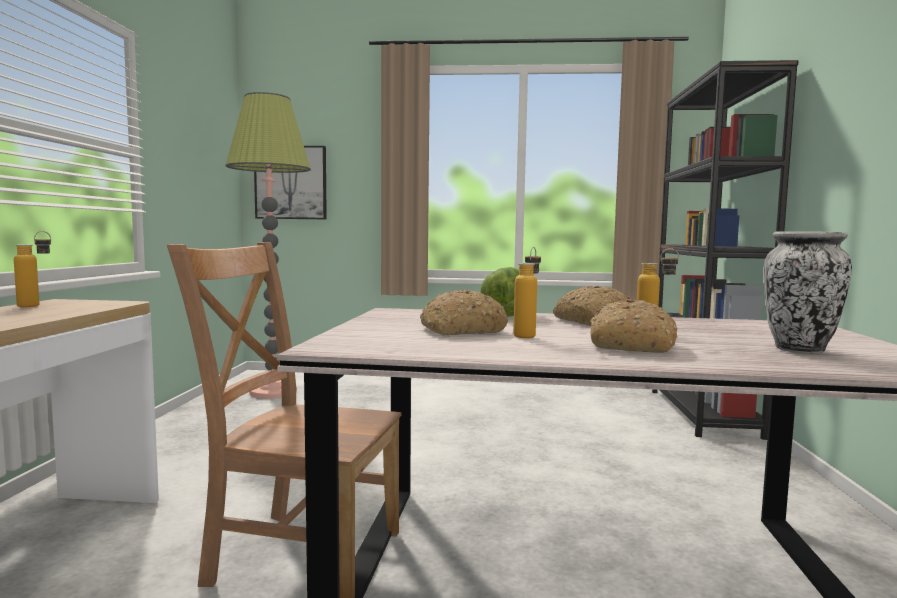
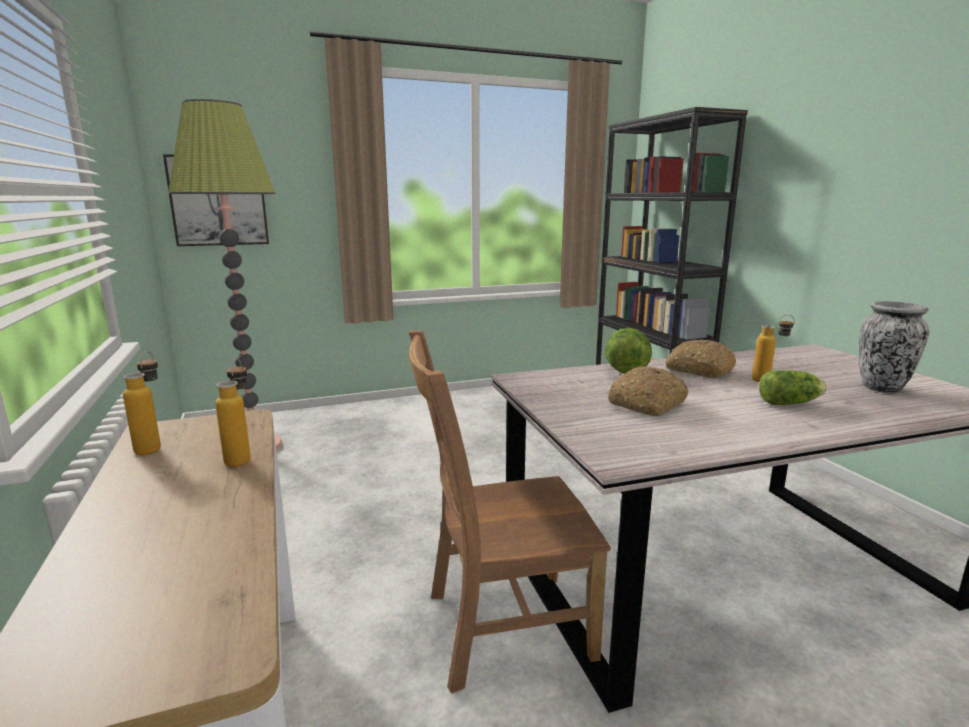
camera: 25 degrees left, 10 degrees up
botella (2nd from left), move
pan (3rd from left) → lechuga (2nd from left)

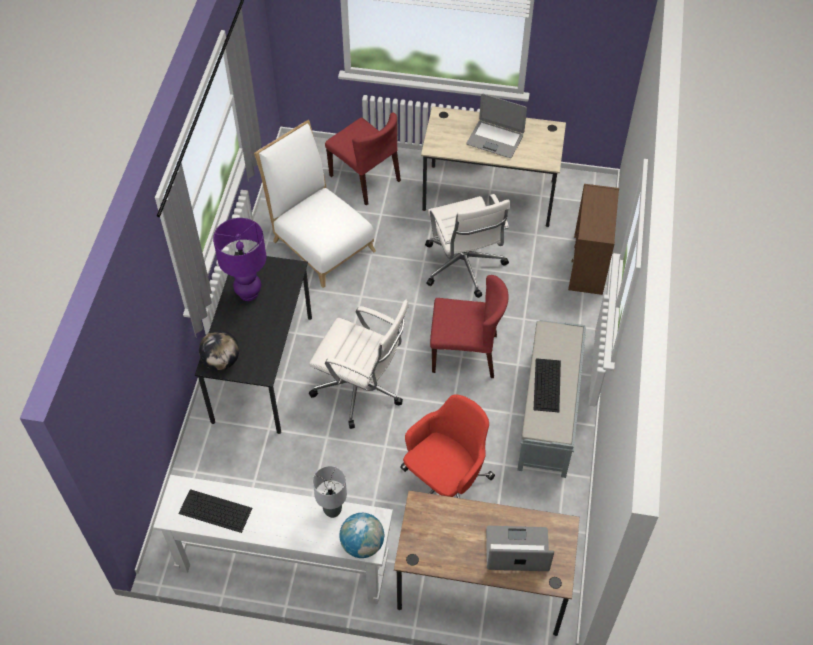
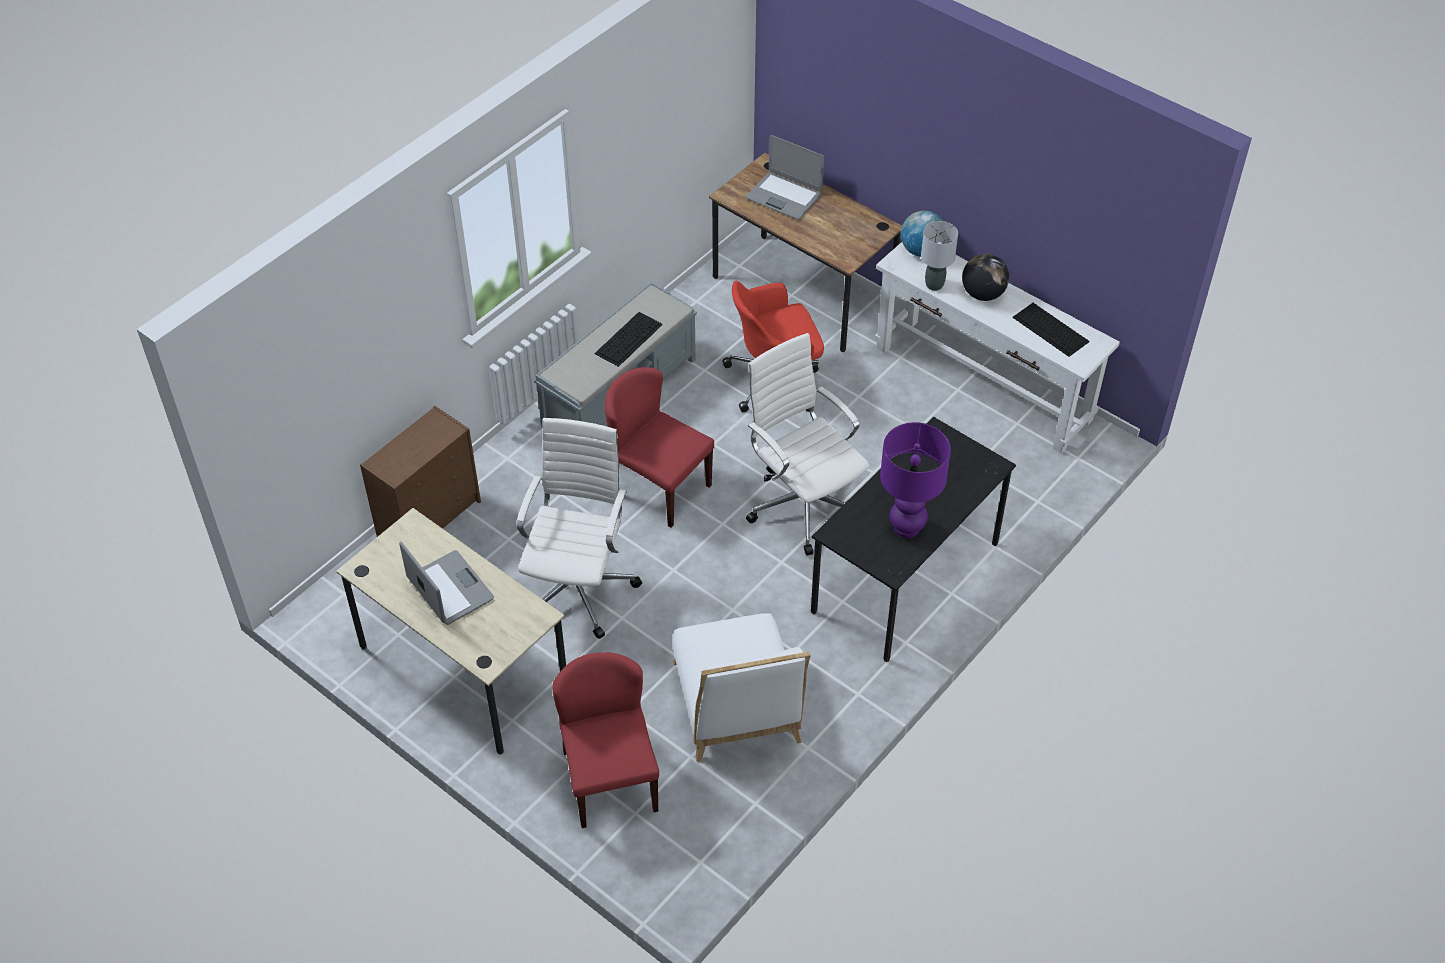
camera: 150 degrees left, 5 degrees down
globo terráqueo (1st from left in the first image) → globo terráqueo (2nd from left), move

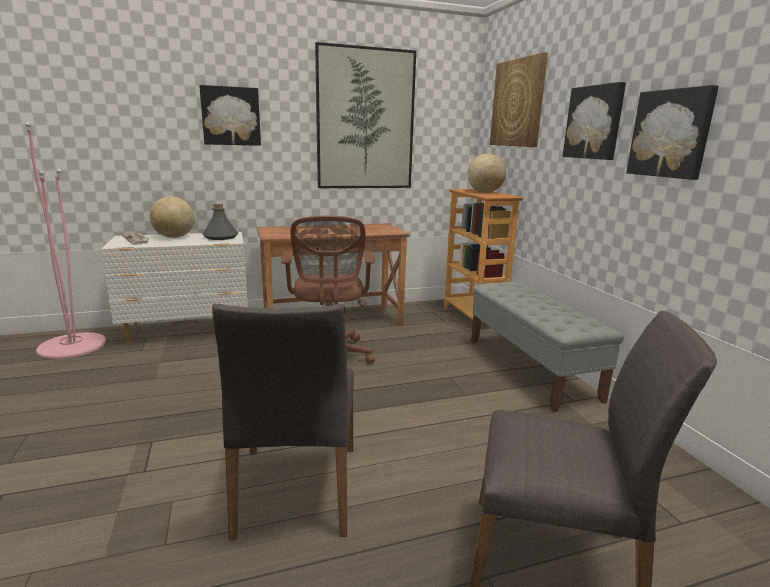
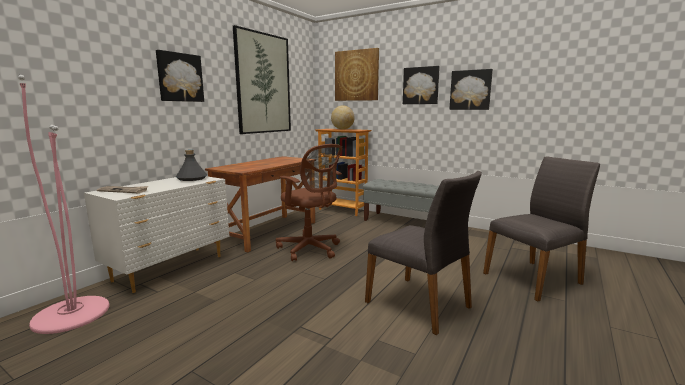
camera: 40 degrees left, 5 degrees down
globo terráqueo (1st from left) → -

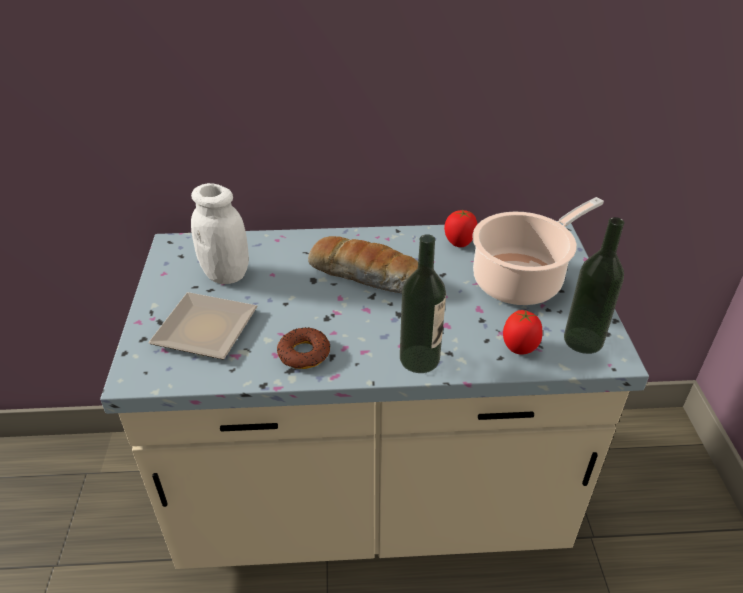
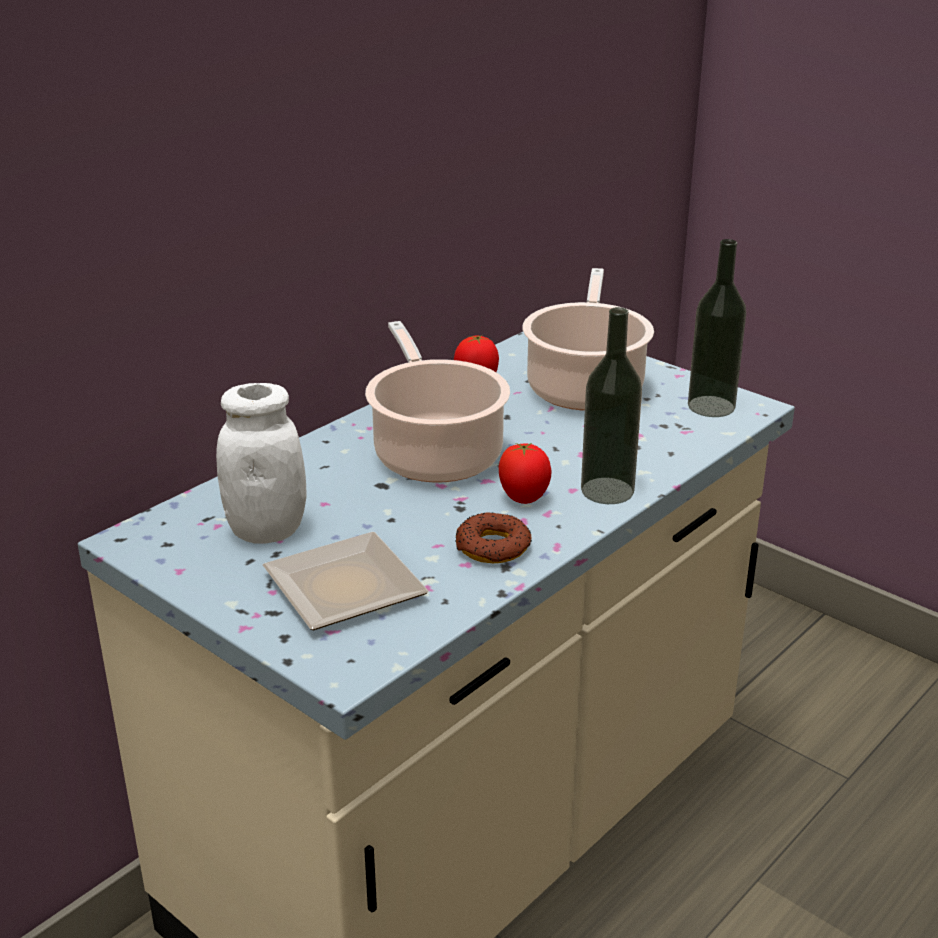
camera: 45 degrees left, 10 degrees down
tomate (2nd from left), move
pan → olla (1st from left)

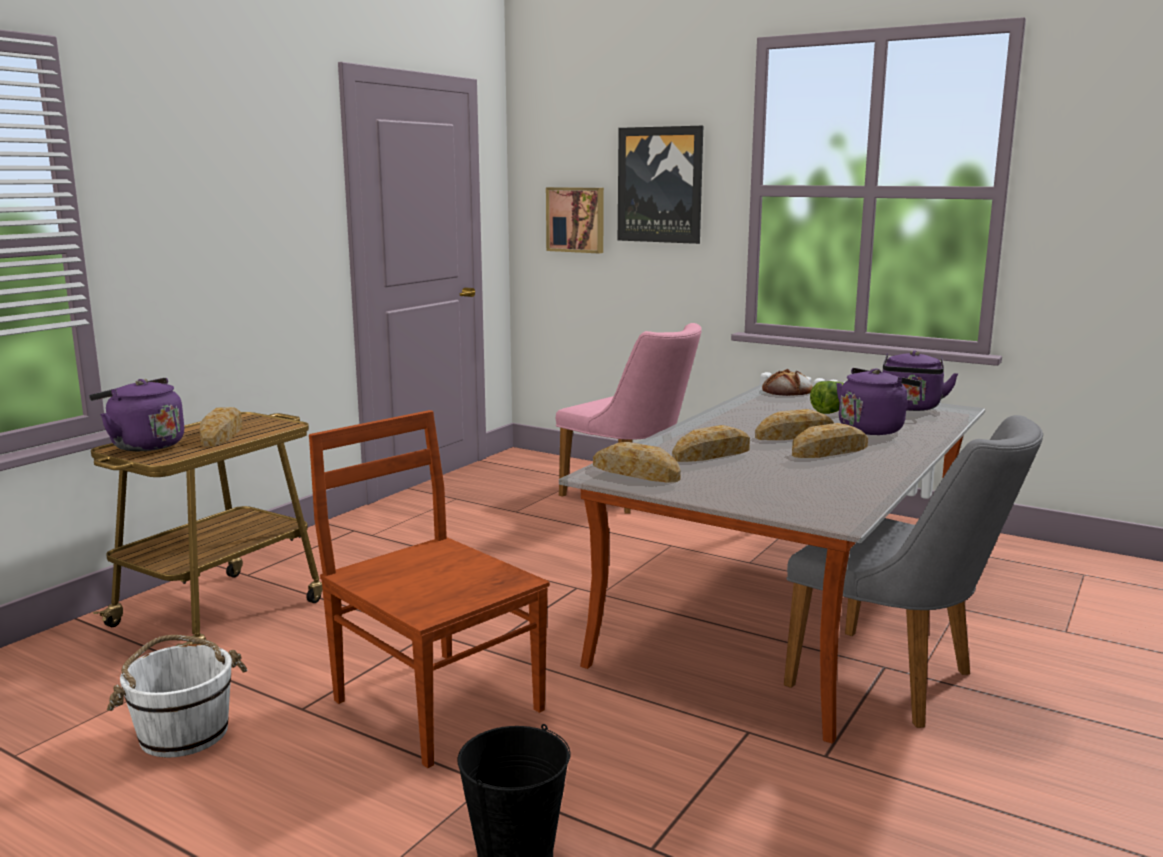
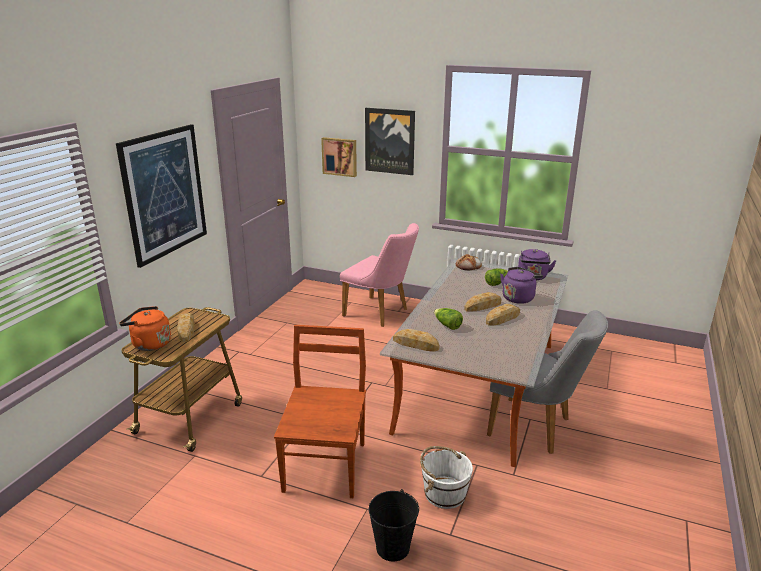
camera: 10 degrees left, 10 degrees up
- → cuadro (1st from left)
cubo/blanco, move
pan (3rd from left) → lechuga (1st from left)
hervidor/morado (1st from left) → hervidor/naranja
silla/marrón, 60 degrees clockwise

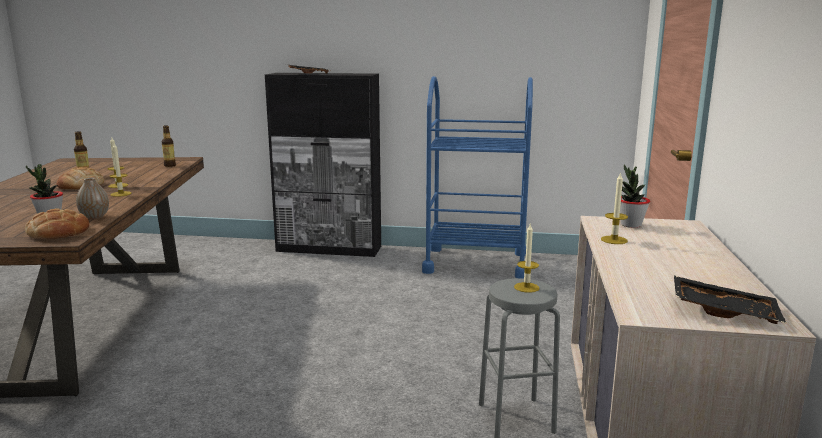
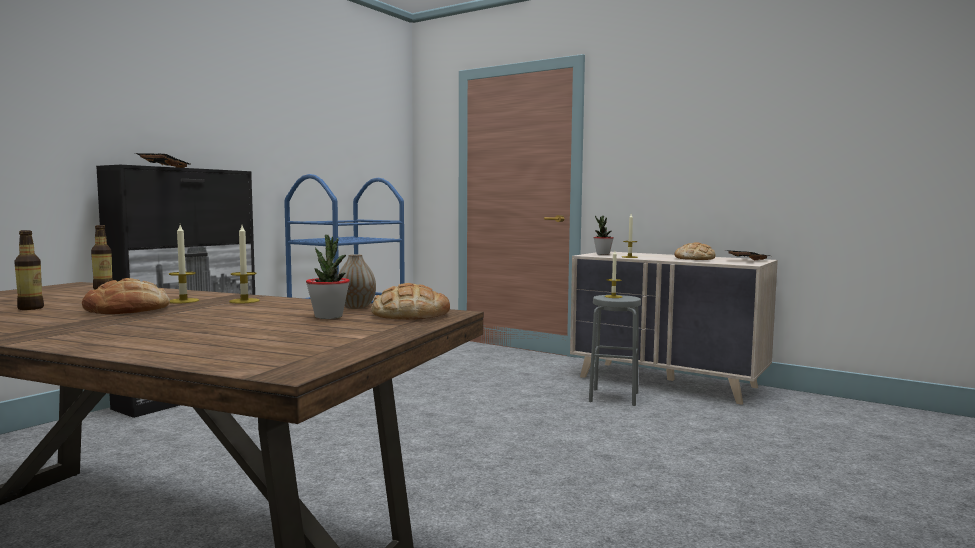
camera: 65 degrees left, 10 degrees down
- → pan (3rd from left)

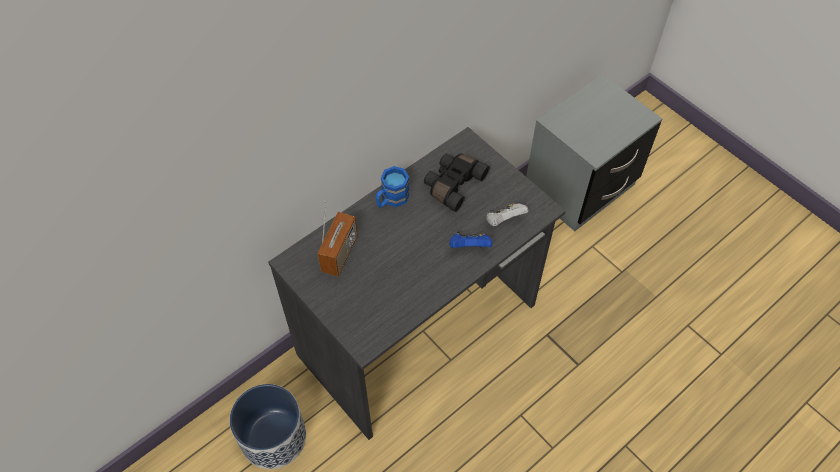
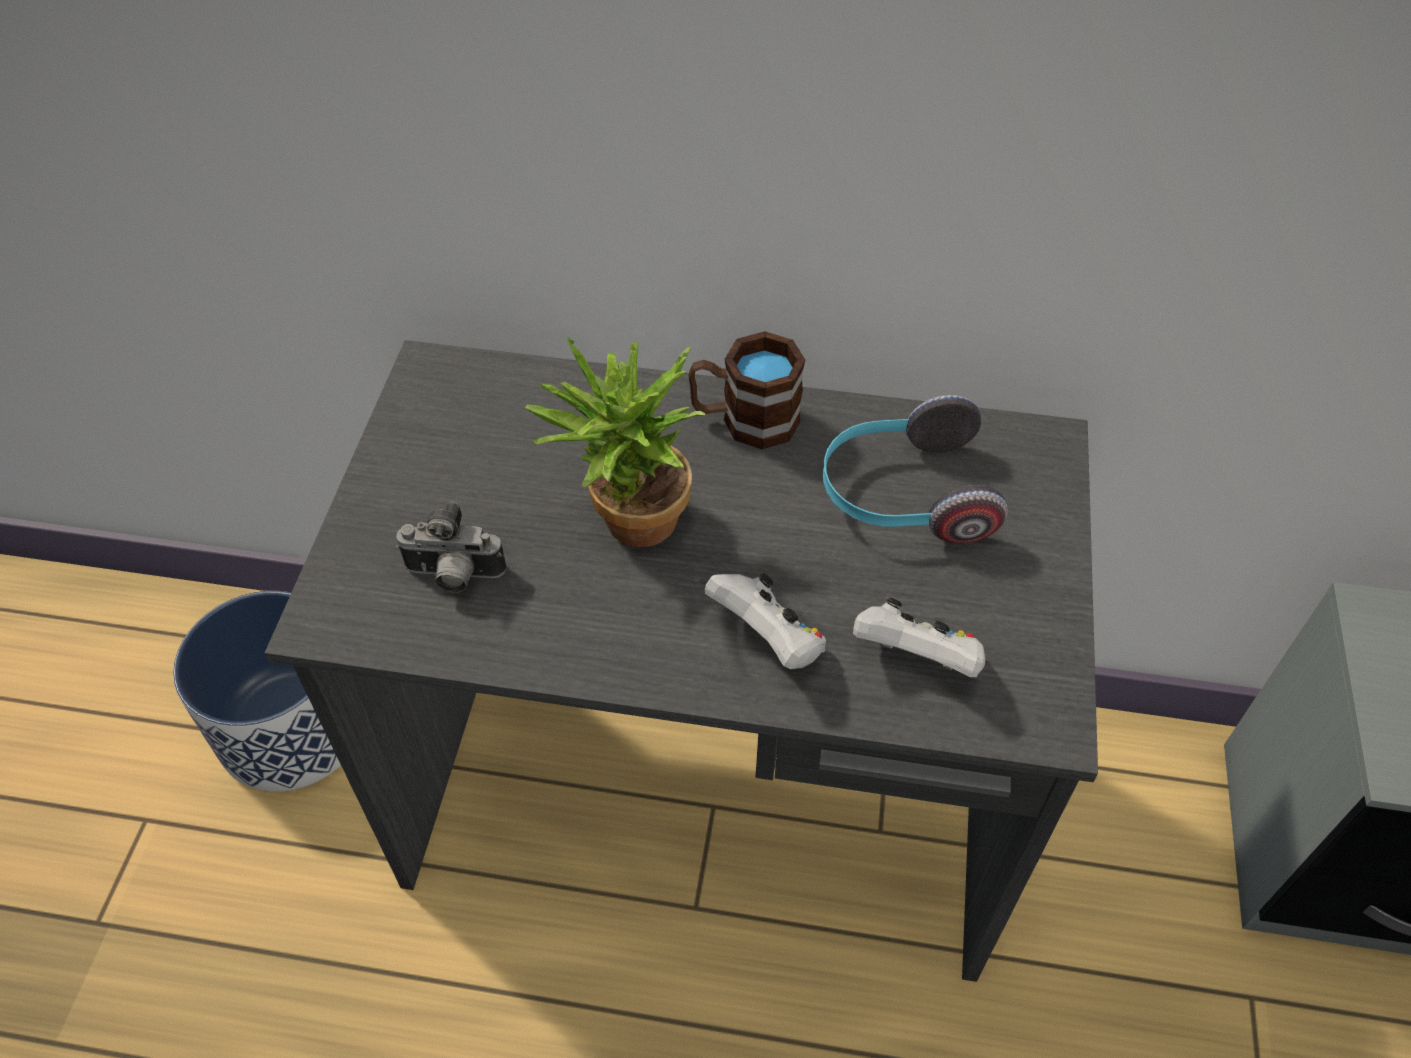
camera: 50 degrees right, 5 degrees down
radio → -
- → cámara
- → planta en maceta
prismáticos/negro → auriculares
taza grande/azul → taza grande/marrón
mando de consola/azul → mando de consola/blanco (1st from left)

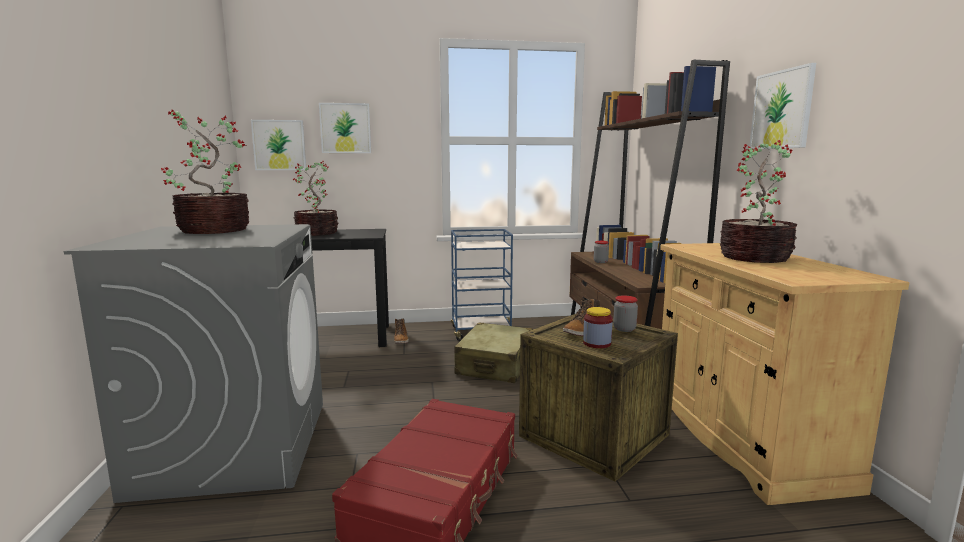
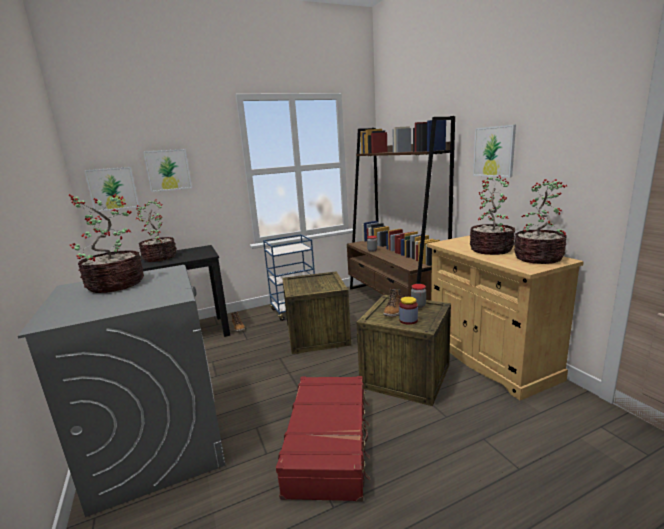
camera: 15 degrees left, 5 degrees up
- → planta en maceta (4th from left)
maleta/beis → caja de embalaje (1st from left)

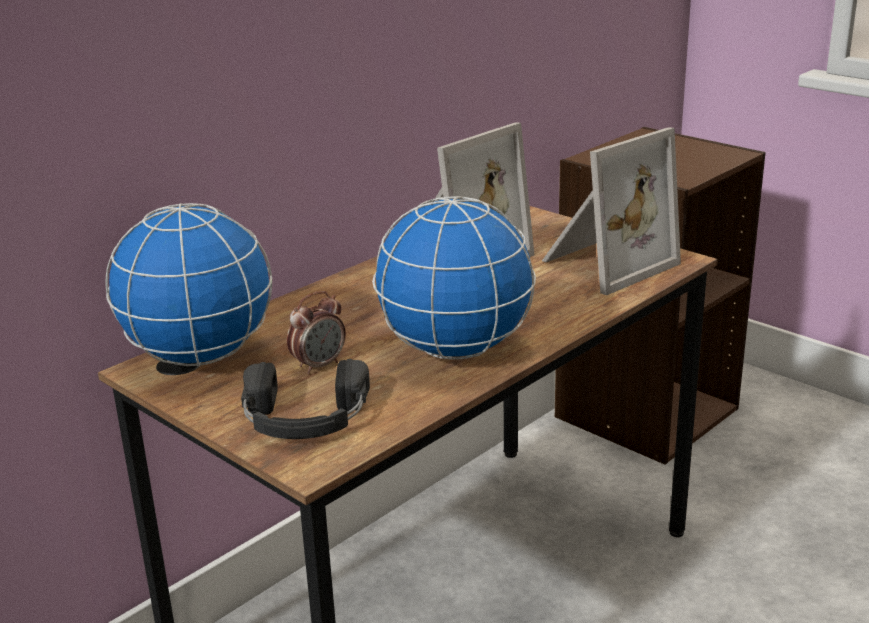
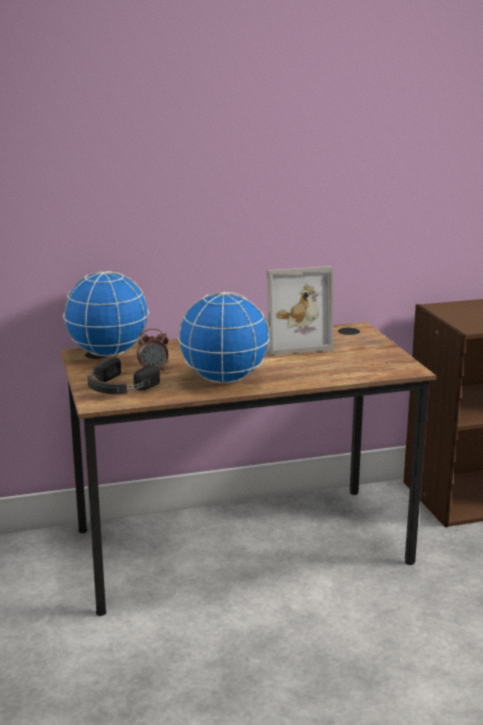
camera: 30 degrees right, 5 degrees down
portarretratos (2nd from left) → -

